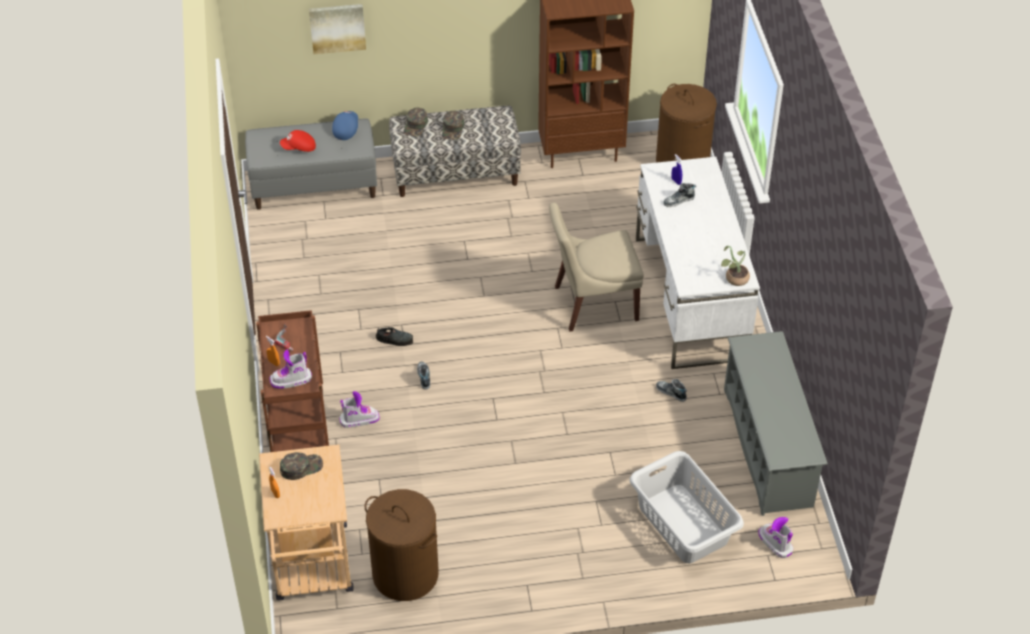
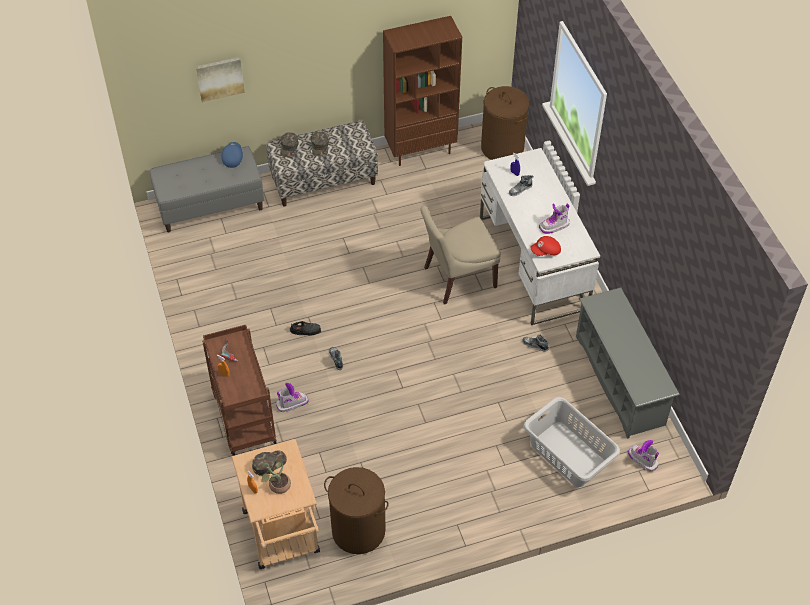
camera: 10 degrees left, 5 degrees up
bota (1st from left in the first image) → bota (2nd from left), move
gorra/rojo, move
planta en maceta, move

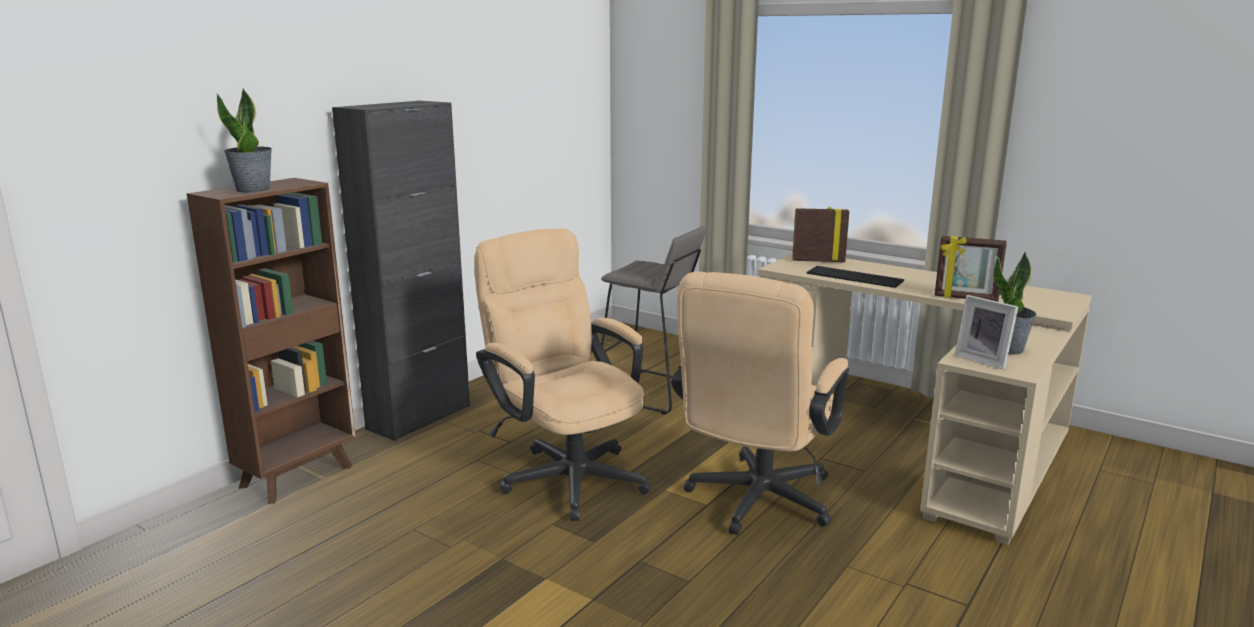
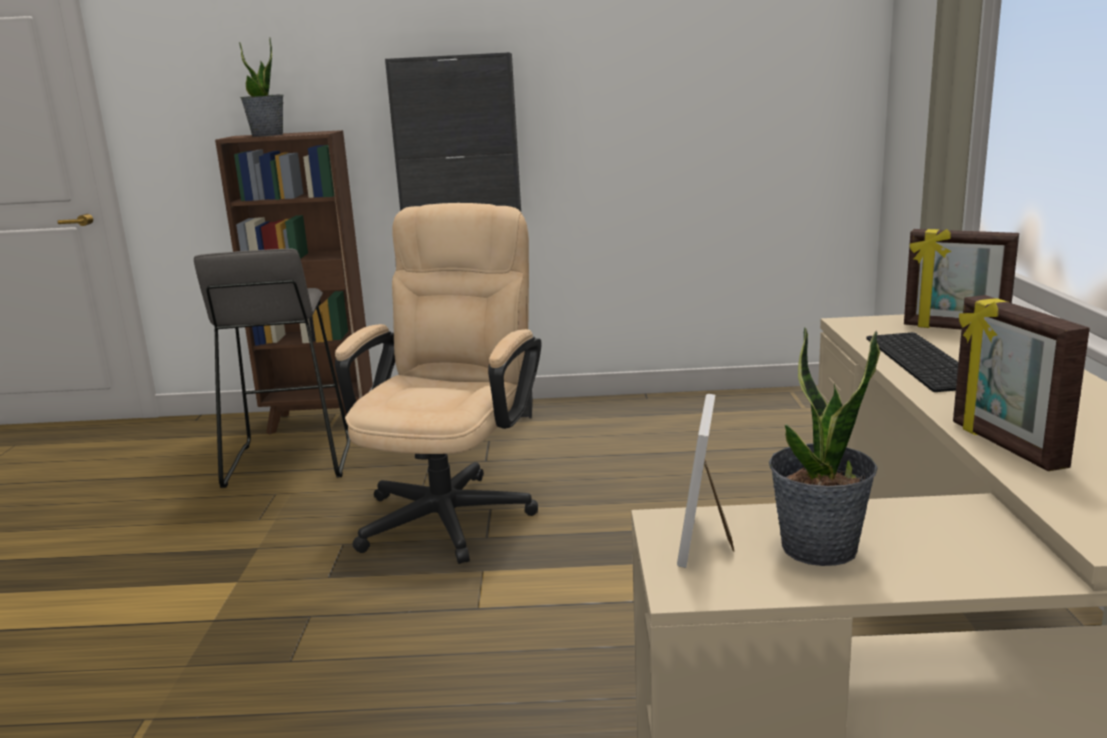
camera: 55 degrees right, 0 degrees up
silla de oficina/beis (2nd from left) → -
taburete/gris, move
portarretratos (1st from left in the first image) → portarretratos (2nd from left), 150 degrees clockwise

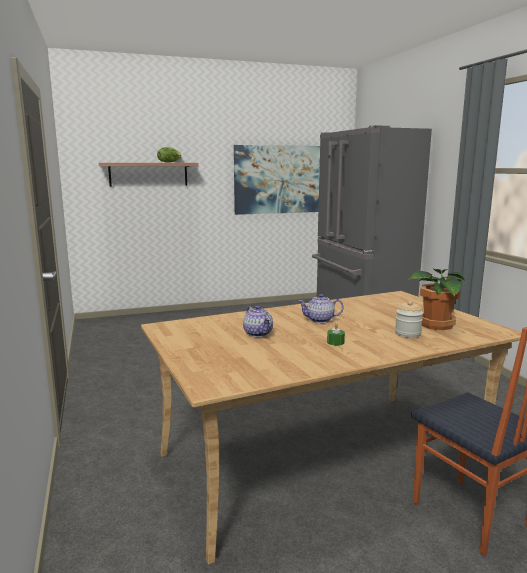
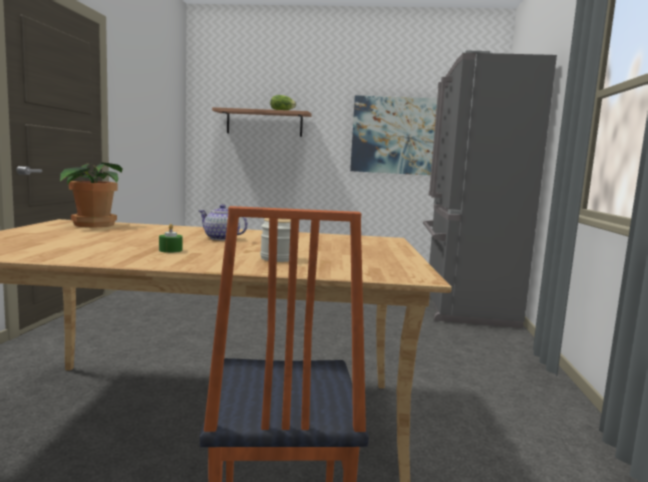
camera: 25 degrees right, 5 degrees down
tetera (1st from left) → -
planta en maceta, move

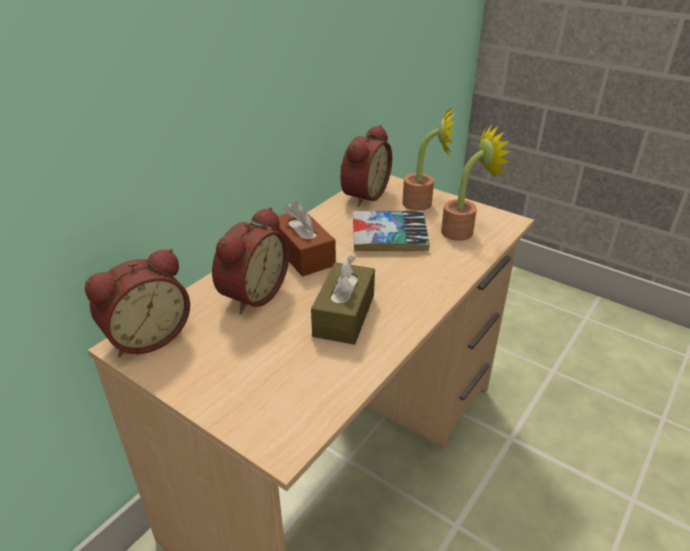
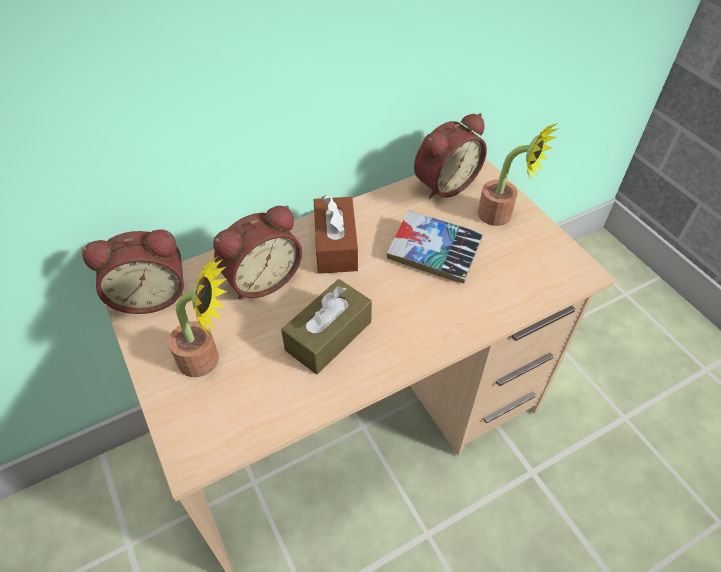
camera: 25 degrees right, 15 degrees up
planta en maceta (2nd from left in the first image) → planta en maceta (1st from left), move

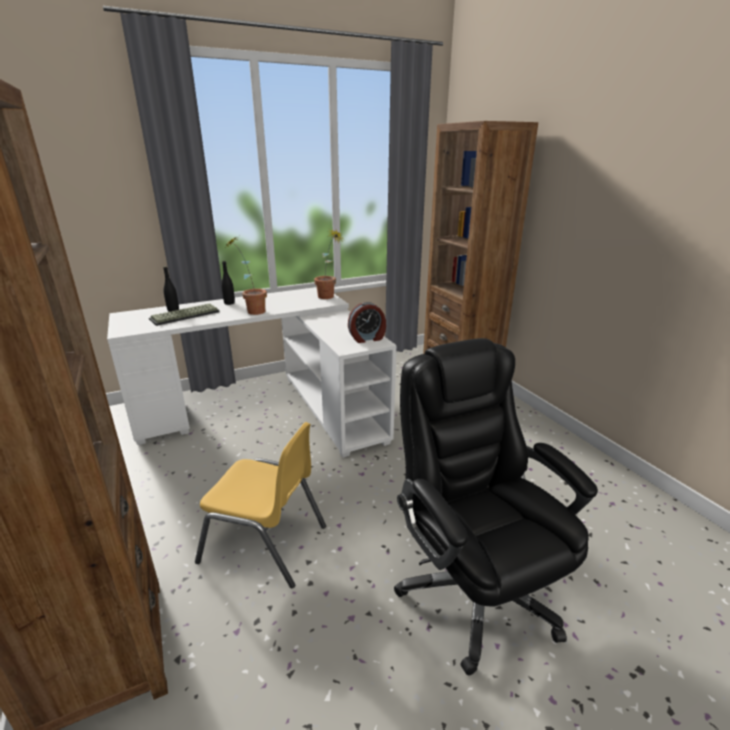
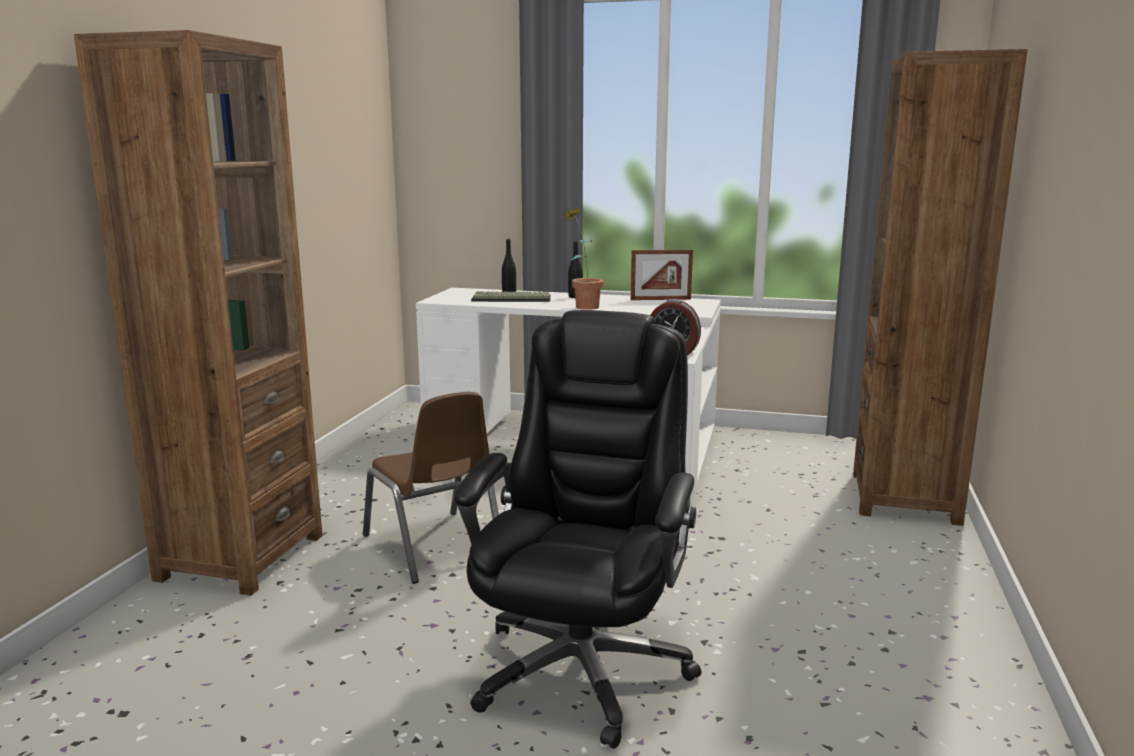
camera: 40 degrees right, 10 degrees down
planta en maceta (2nd from left) → -
- → portarretratos
silla/amarillo → silla/marrón

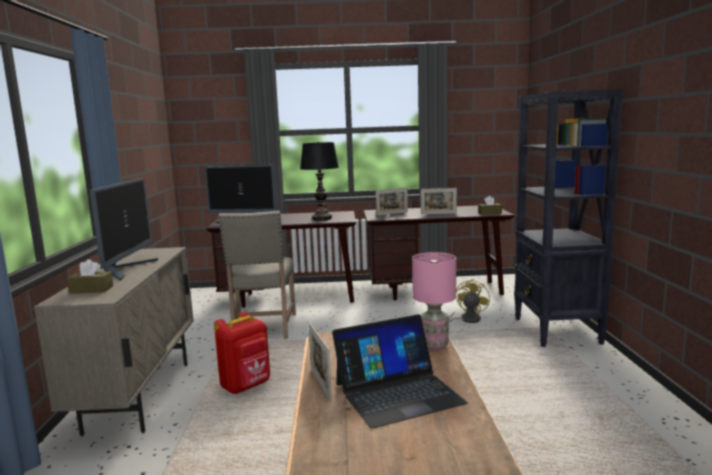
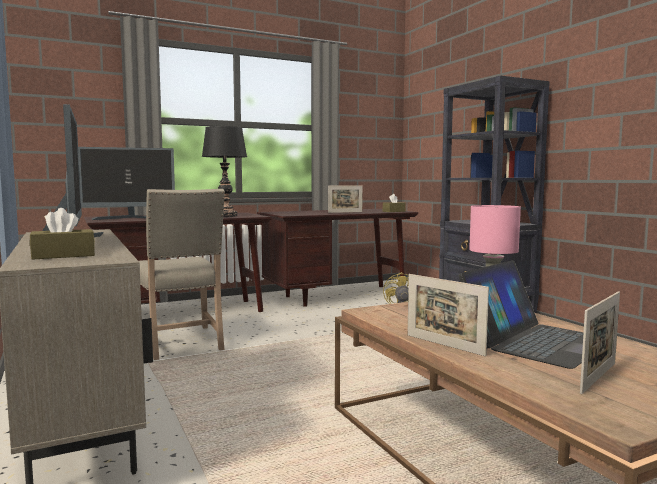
camera: 25 degrees left, 5 degrees down
mochila/rojo → -
portarretratos (2nd from left in the first image) → portarretratos (3rd from left), move

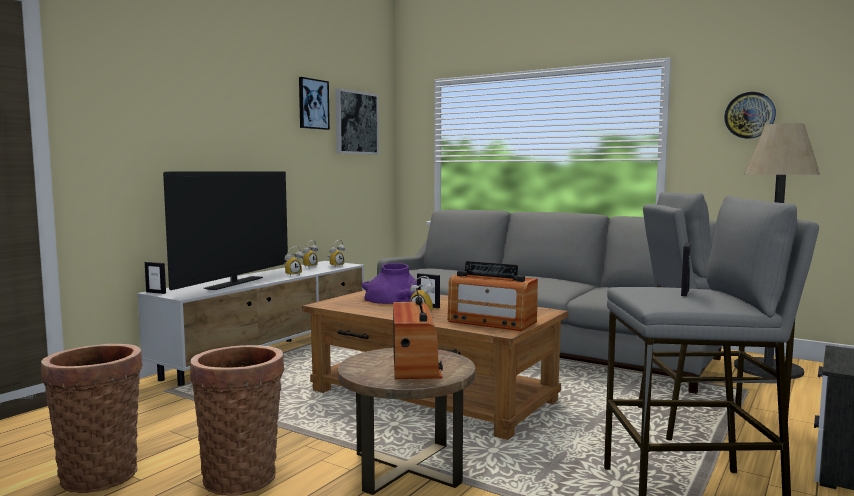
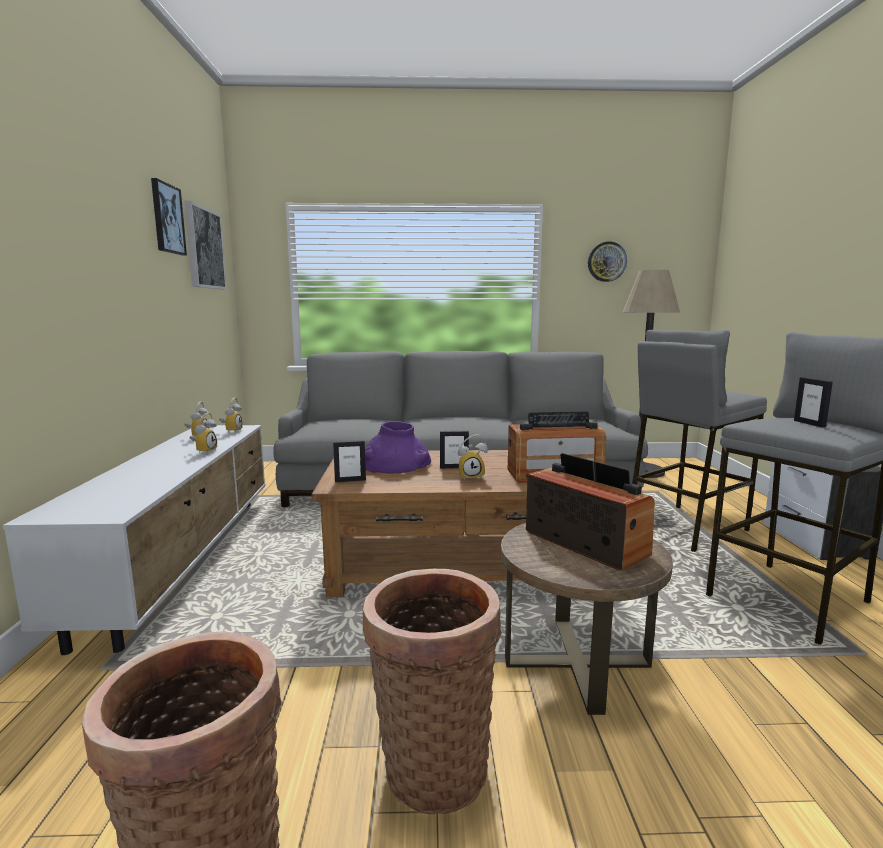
camera: 35 degrees left, 5 degrees up
televisor → -
portarretratos (1st from left), move

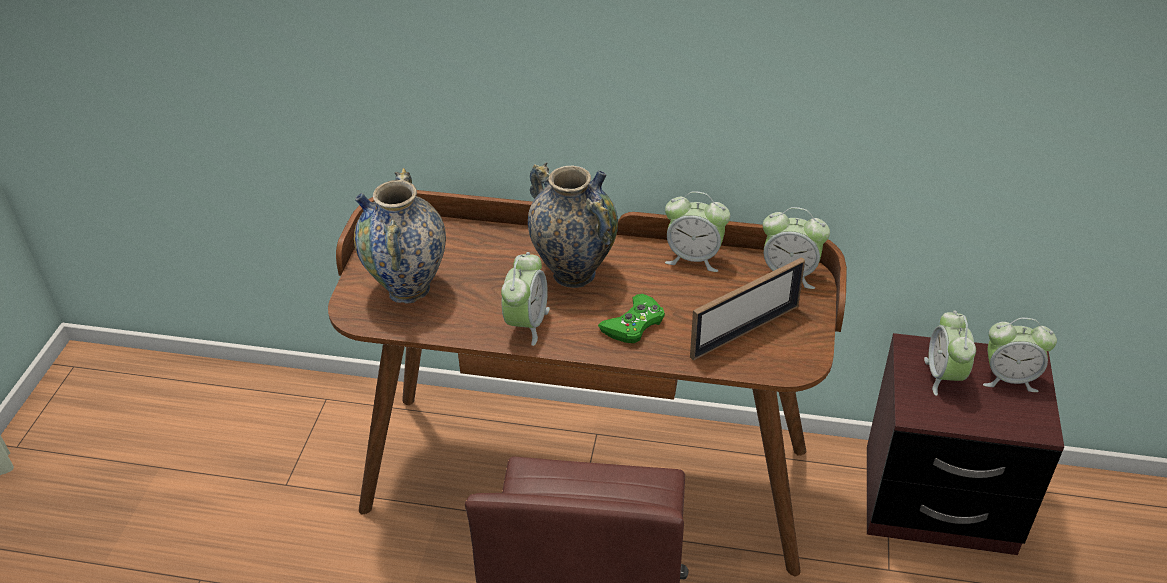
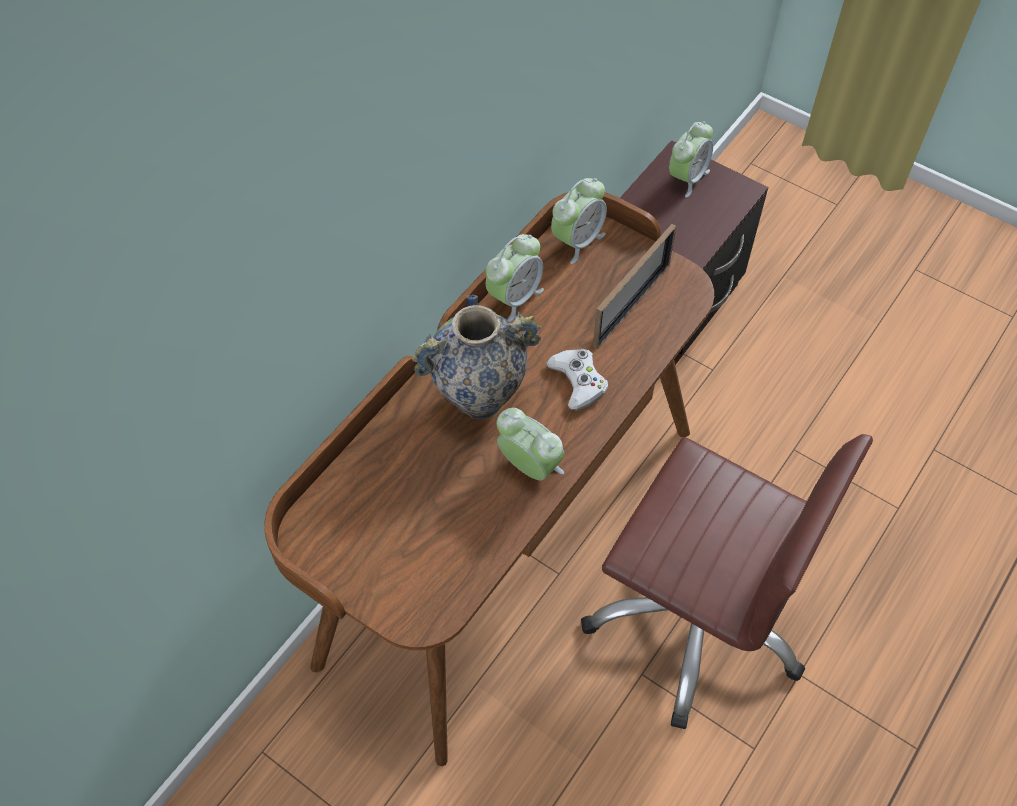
camera: 65 degrees left, 15 degrees up
florero (1st from left) → -
despertador (4th from left) → -
mando de consola/verde → mando de consola/blanco
portarretratos, 45 degrees clockwise

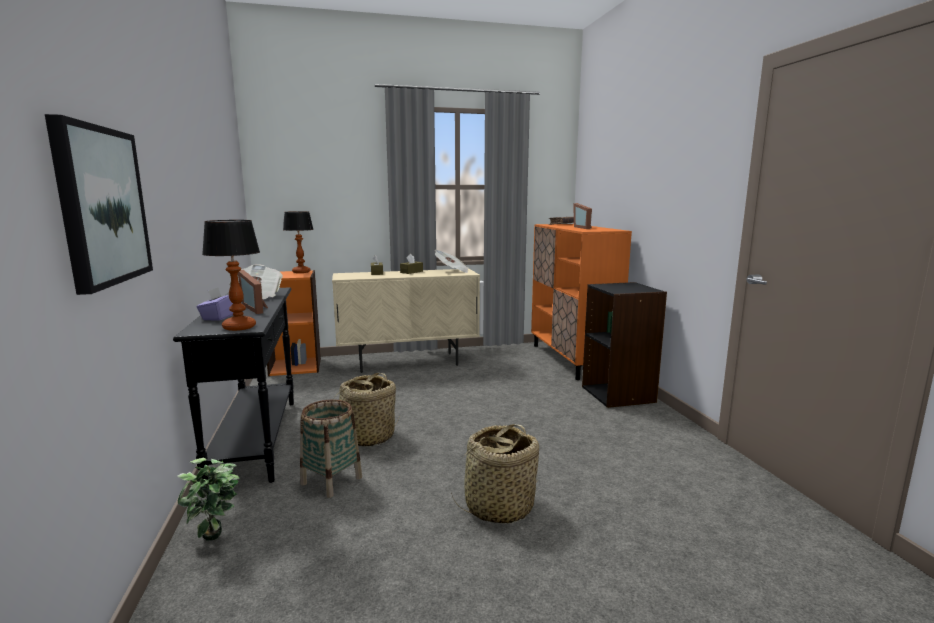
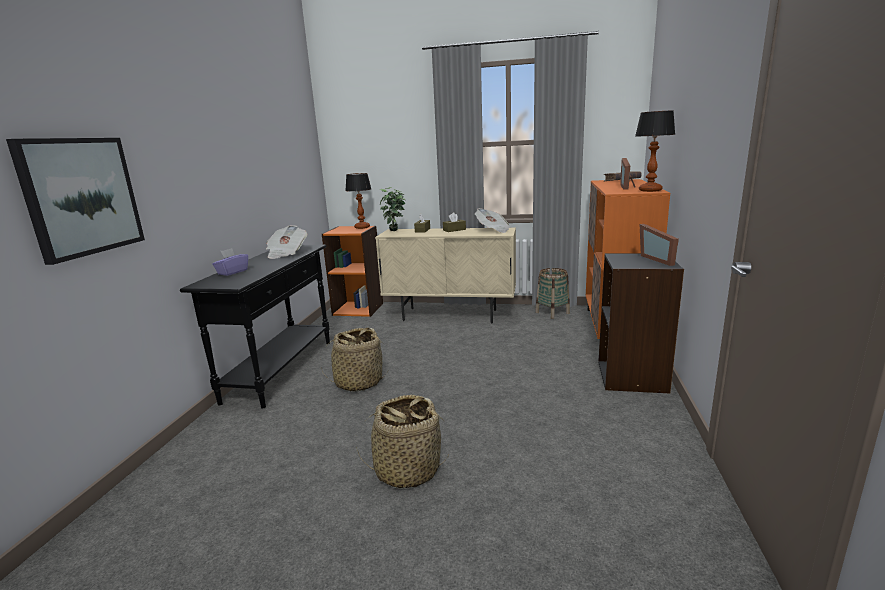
camera: 25 degrees right, 5 degrees up
planta en maceta, move
lámpara de mesa (1st from left in the first image) → lámpara de mesa (2nd from left), move
portarretratos (1st from left in the first image) → portarretratos (2nd from left), move
cesta (1st from left in the first image) → cesta (3rd from left), move

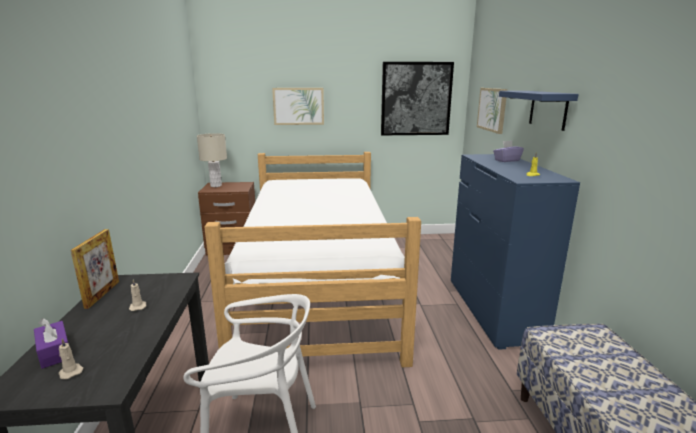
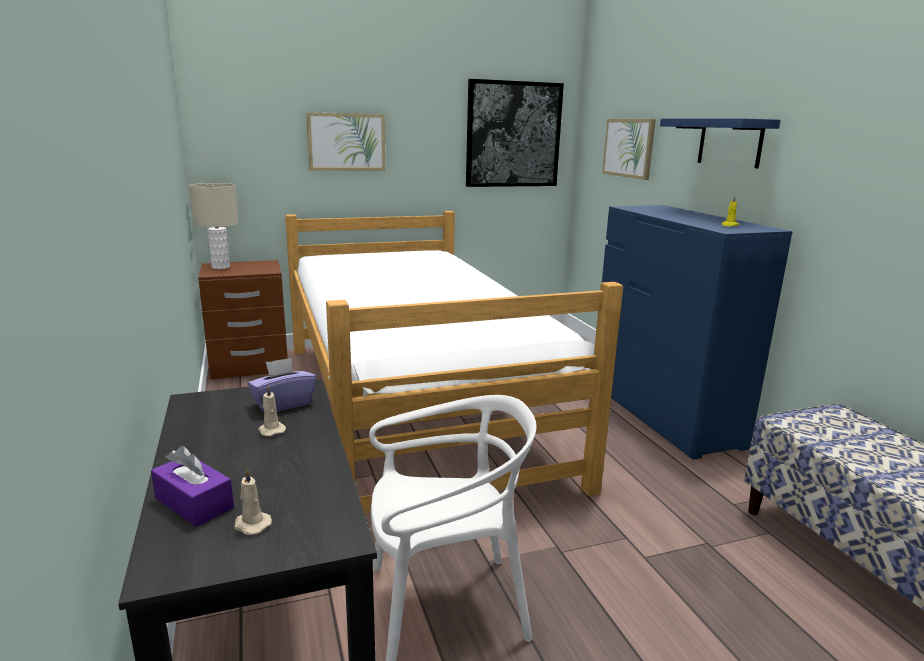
camera: 15 degrees left, 0 degrees up
portarretratos → -
caja de pañuelos/morado (2nd from left), move

